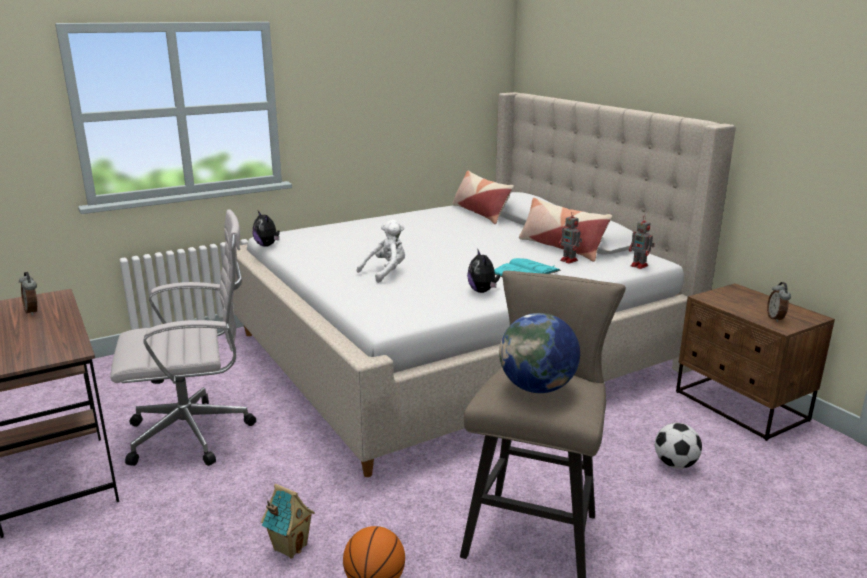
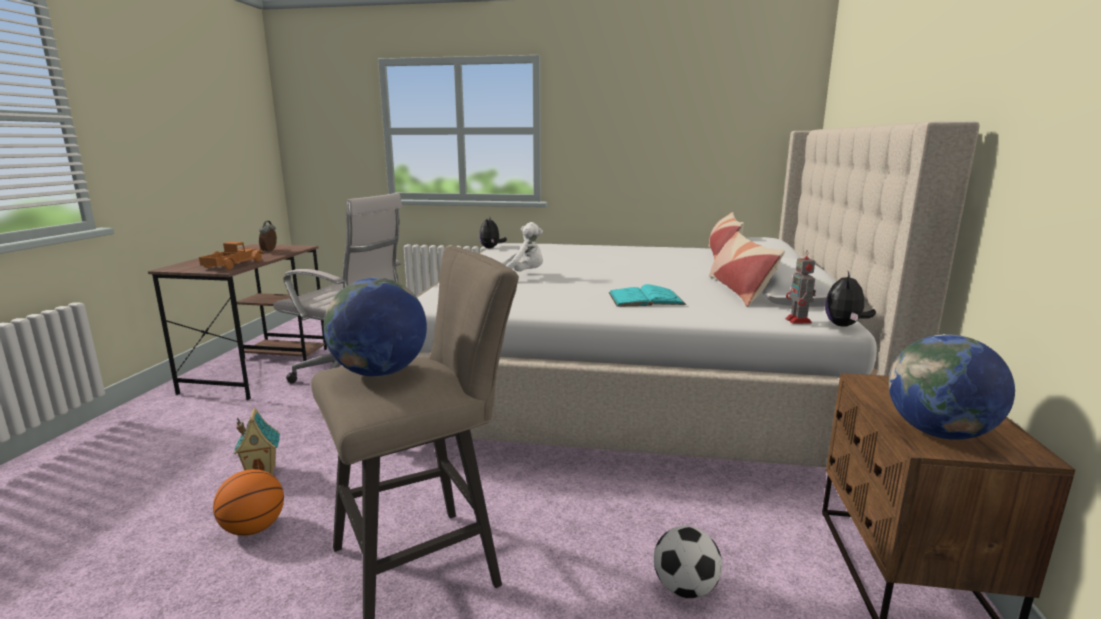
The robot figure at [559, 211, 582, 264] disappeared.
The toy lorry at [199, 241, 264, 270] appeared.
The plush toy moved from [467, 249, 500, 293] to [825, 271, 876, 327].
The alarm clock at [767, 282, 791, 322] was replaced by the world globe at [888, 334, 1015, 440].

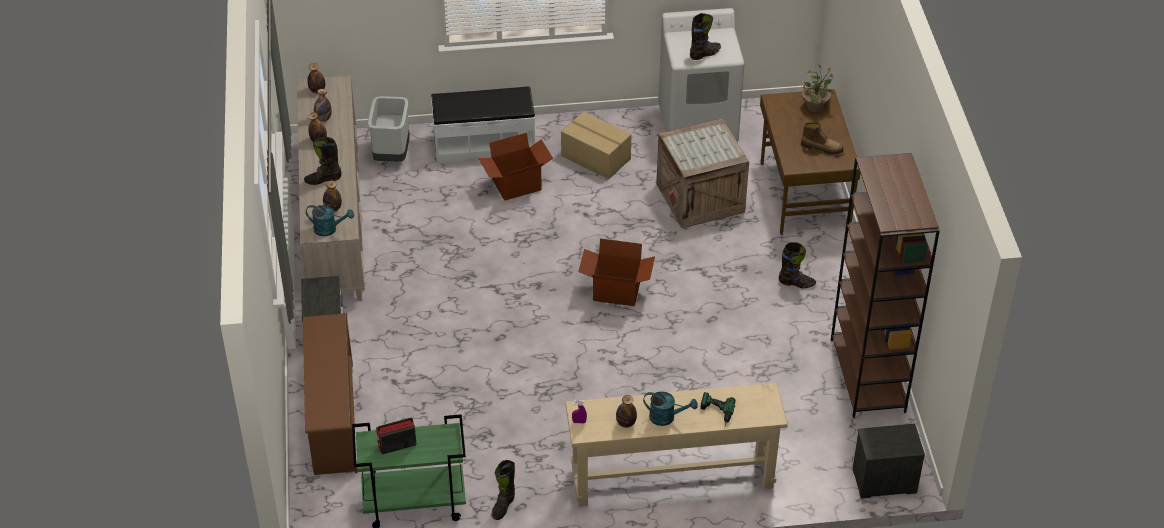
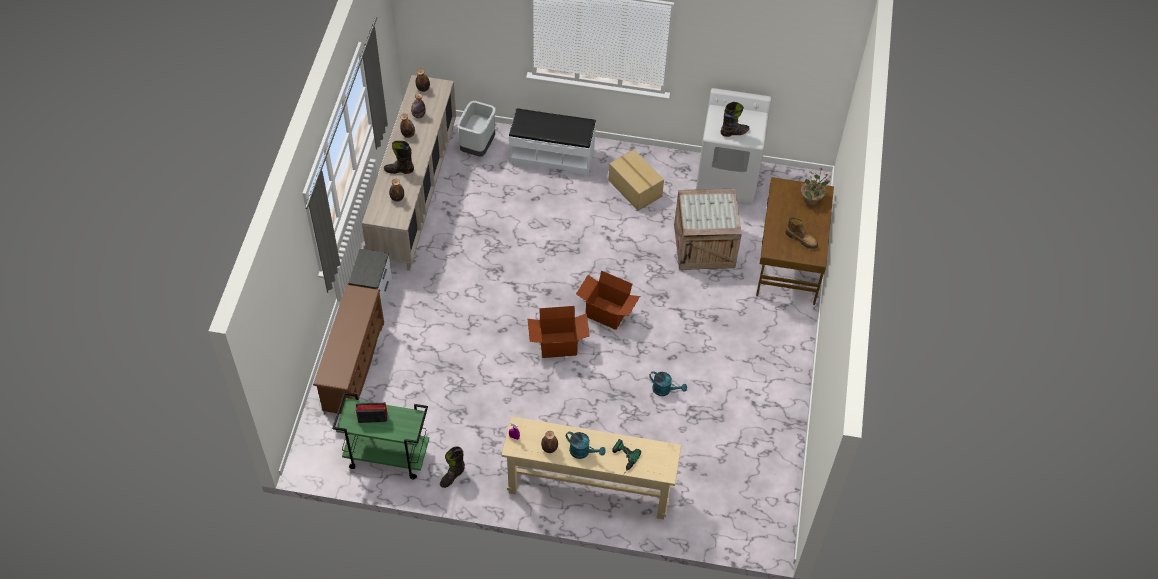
The high-top boot/black at [779, 242, 816, 288] disappeared.
The bookshelf/brown at [831, 153, 940, 418] disappeared.
The bedside table at [852, 423, 925, 499] disappeared.
The watering pot/turquoise-coloured moved from [306, 205, 354, 236] to [649, 371, 687, 396].
The carton moved from [478, 133, 553, 201] to [527, 306, 590, 358].

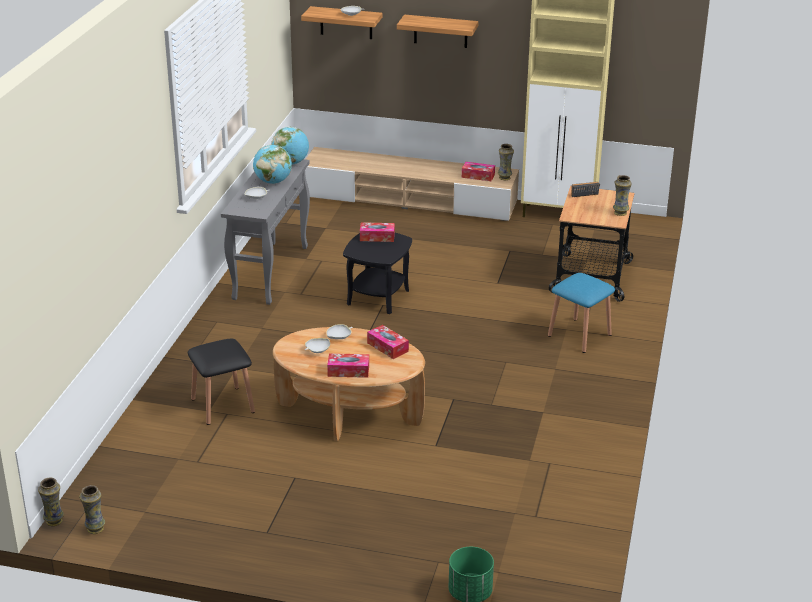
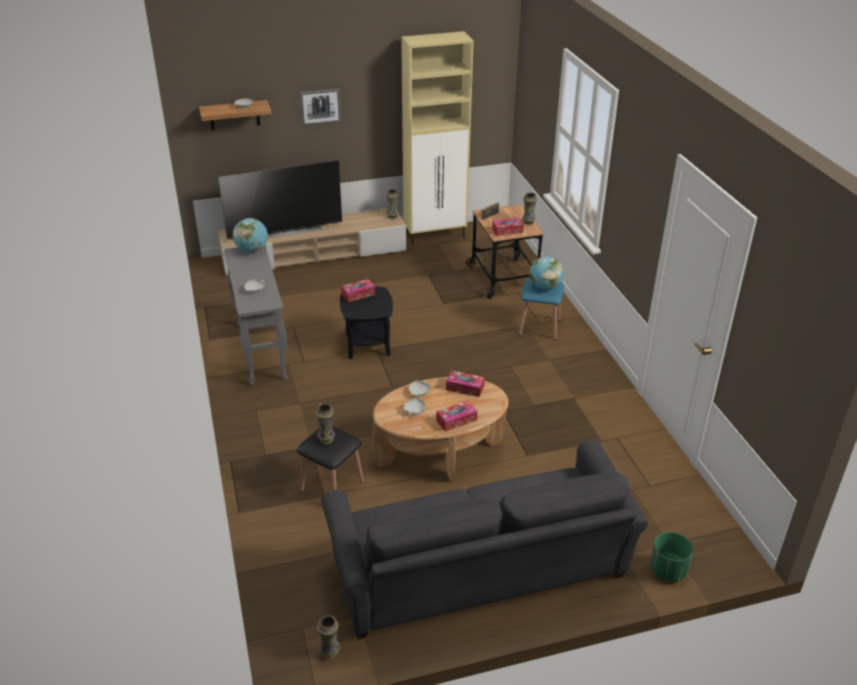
The TV at [218, 160, 342, 240] appeared.
The sofa/gray at [321, 439, 648, 640] appeared.
The decorative vase moved from [38, 477, 64, 526] to [316, 403, 335, 444].
The world globe moved from [253, 145, 292, 184] to [530, 256, 563, 290].
The box of tissues moved from [462, 162, 495, 181] to [492, 218, 524, 236].
The shelf at [397, 15, 479, 48] was replaced by the wall art at [300, 88, 341, 126].

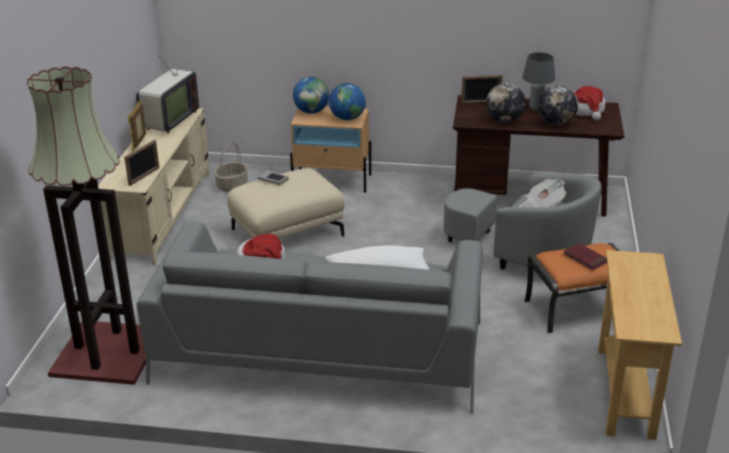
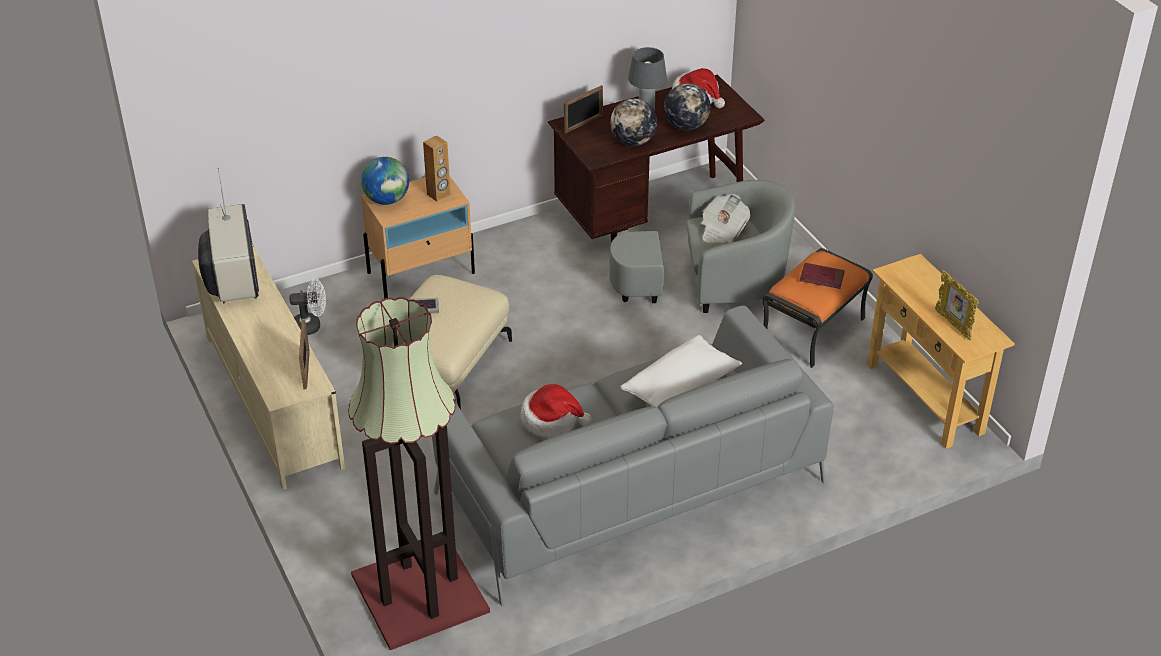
The standing frame moved from [128, 100, 146, 151] to [935, 270, 979, 341].
The household basket at [214, 142, 248, 192] was replaced by the fan/white at [289, 279, 326, 335].
The world globe at [329, 83, 366, 120] was replaced by the audio speaker/brown at [423, 136, 451, 202].

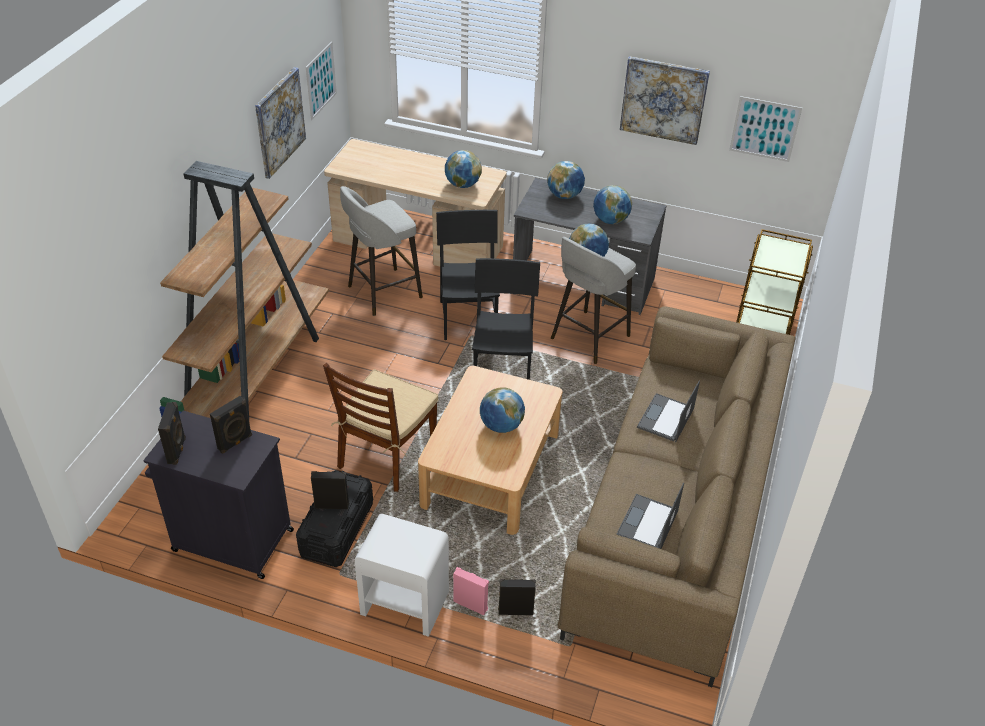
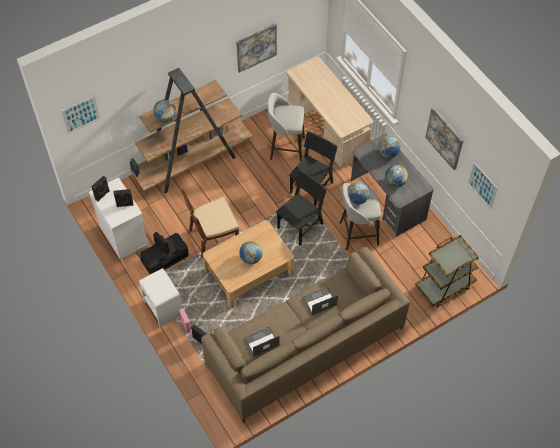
The wall art moved from [306, 42, 337, 120] to [61, 96, 100, 134].
The world globe moved from [445, 150, 482, 188] to [153, 100, 176, 123].
The storage cabinet/black at [143, 411, 294, 579] became the storage cabinet/white at [89, 177, 149, 262].

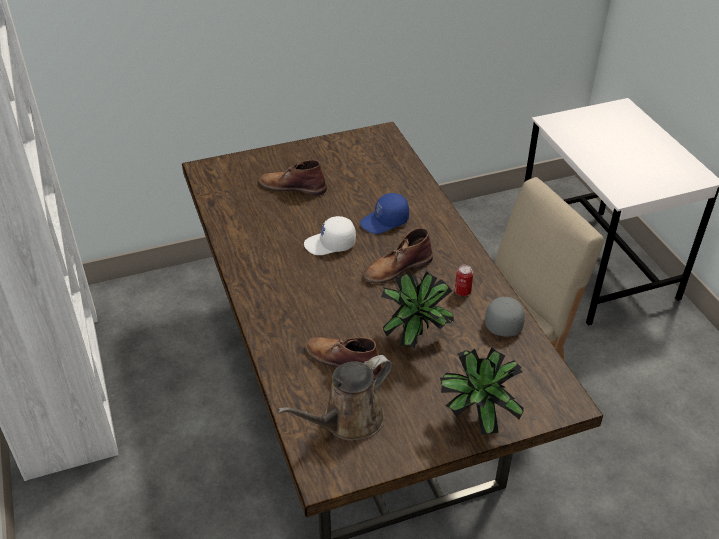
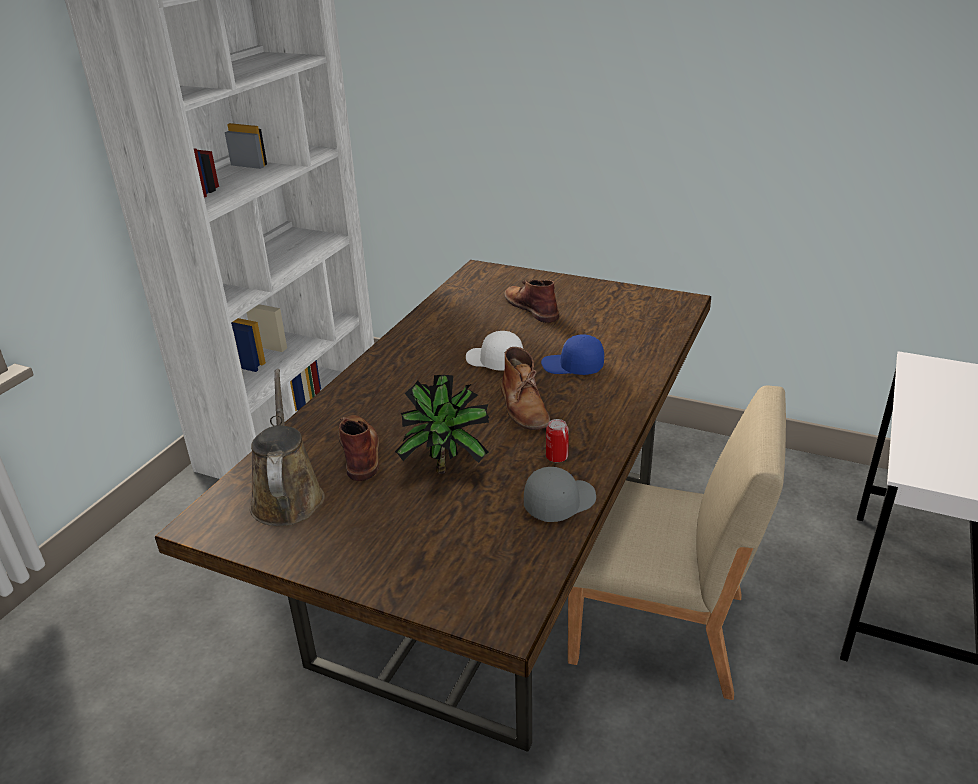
The houseplant at [440, 347, 524, 435] disappeared.
The watering pot/brown at [278, 355, 392, 441] turned 75 degrees clockwise.
The high-top boot/brown at [363, 228, 433, 283] turned 120 degrees counterclockwise.

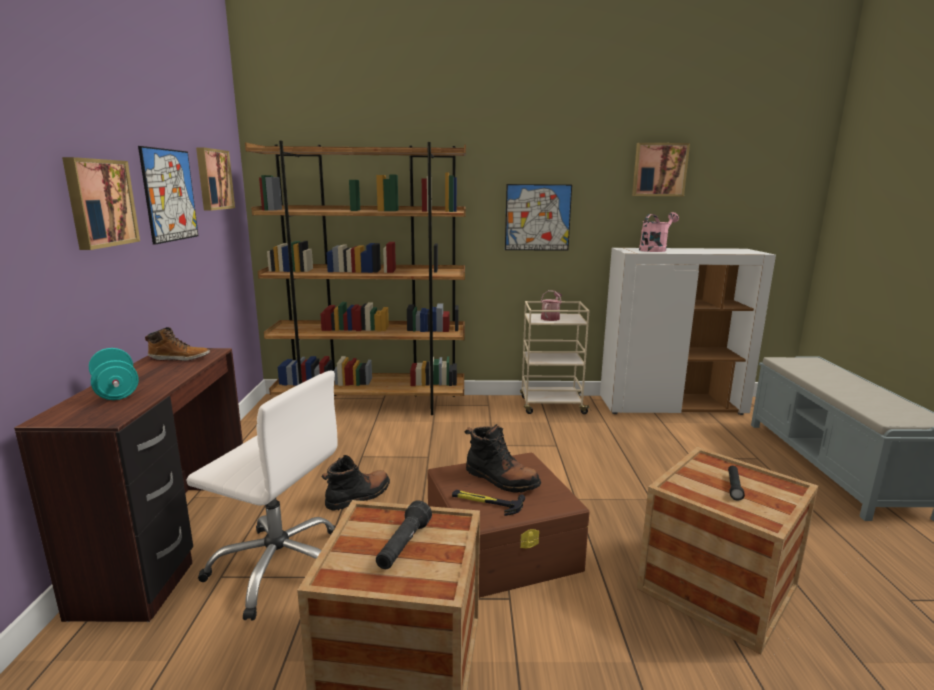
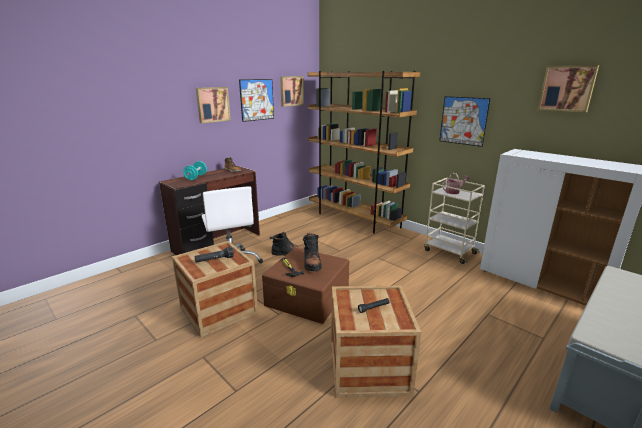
The watering pot/pink-coloured at [639, 212, 679, 252] disappeared.

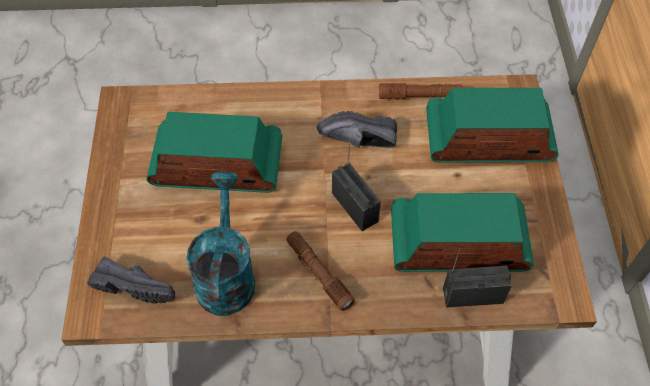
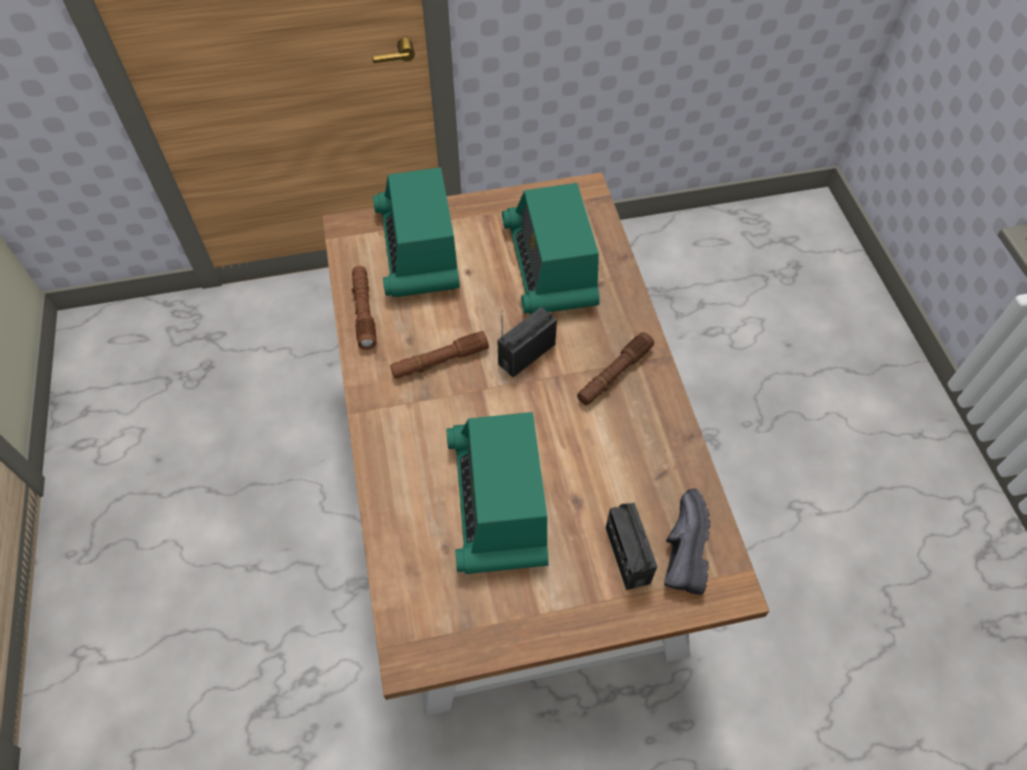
The watering pot/turquoise-coloured at [186, 172, 255, 316] disappeared.
The radio receiver moved from [443, 249, 512, 308] to [606, 503, 657, 590].
The low shoe/black at [317, 111, 397, 148] was replaced by the hand torch/brown at [390, 331, 489, 378].

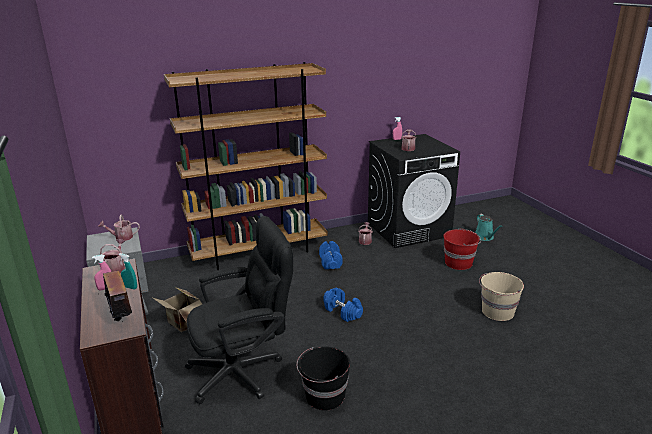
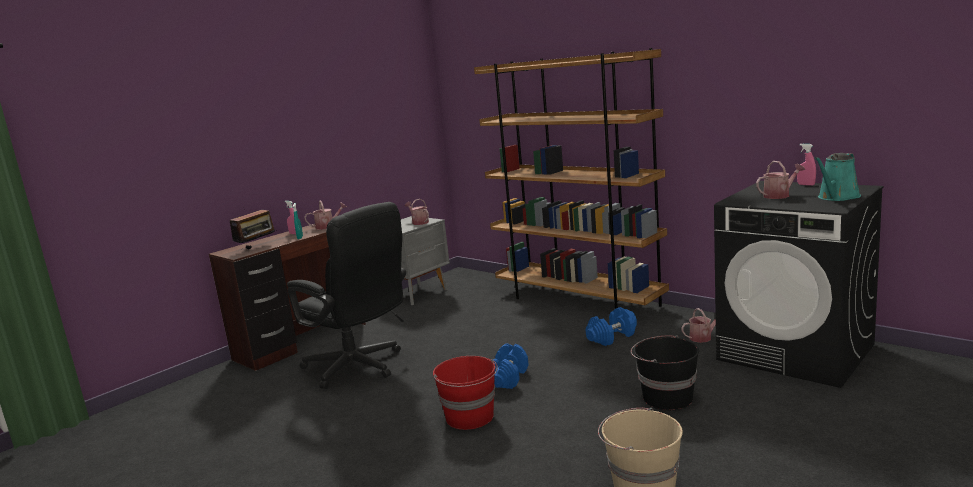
The carton at [153, 287, 202, 332] disappeared.
The bucket/black moved from [297, 346, 350, 411] to [631, 335, 699, 410].
The bucket/red moved from [443, 228, 481, 270] to [433, 356, 498, 430].
The watering pot/turquoise-coloured moved from [475, 214, 503, 241] to [815, 153, 861, 201].

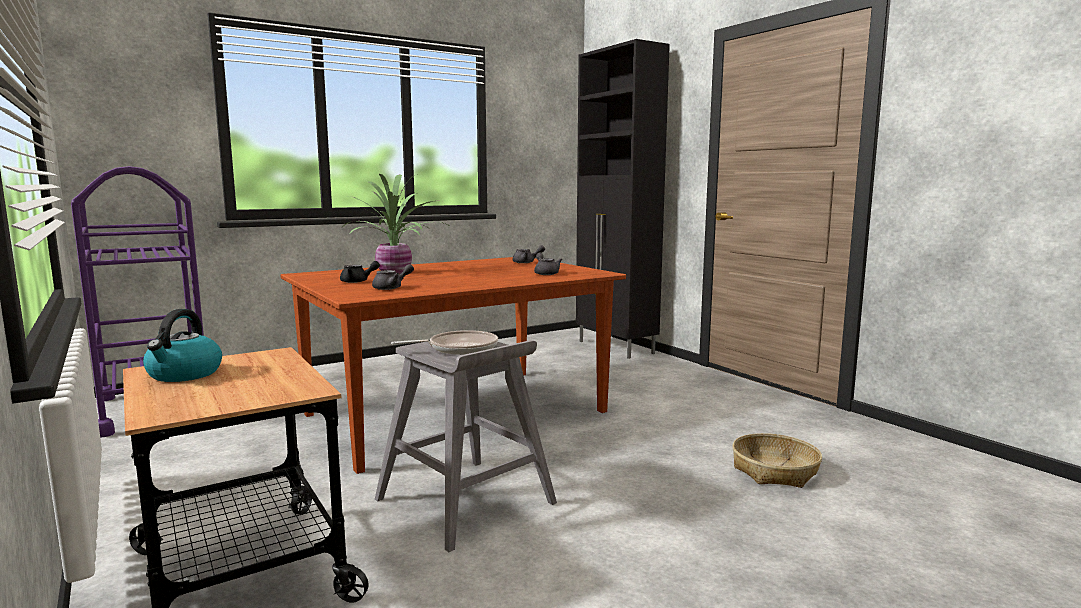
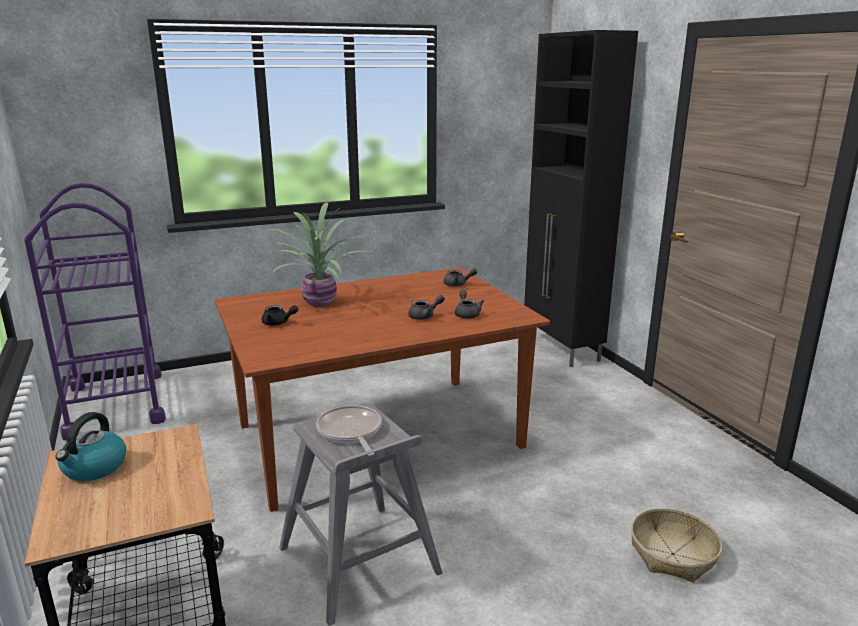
The tea pot/gray moved from [372, 264, 414, 290] to [408, 295, 445, 320].
The frying pan at [391, 330, 498, 355] turned 105 degrees counterclockwise.

